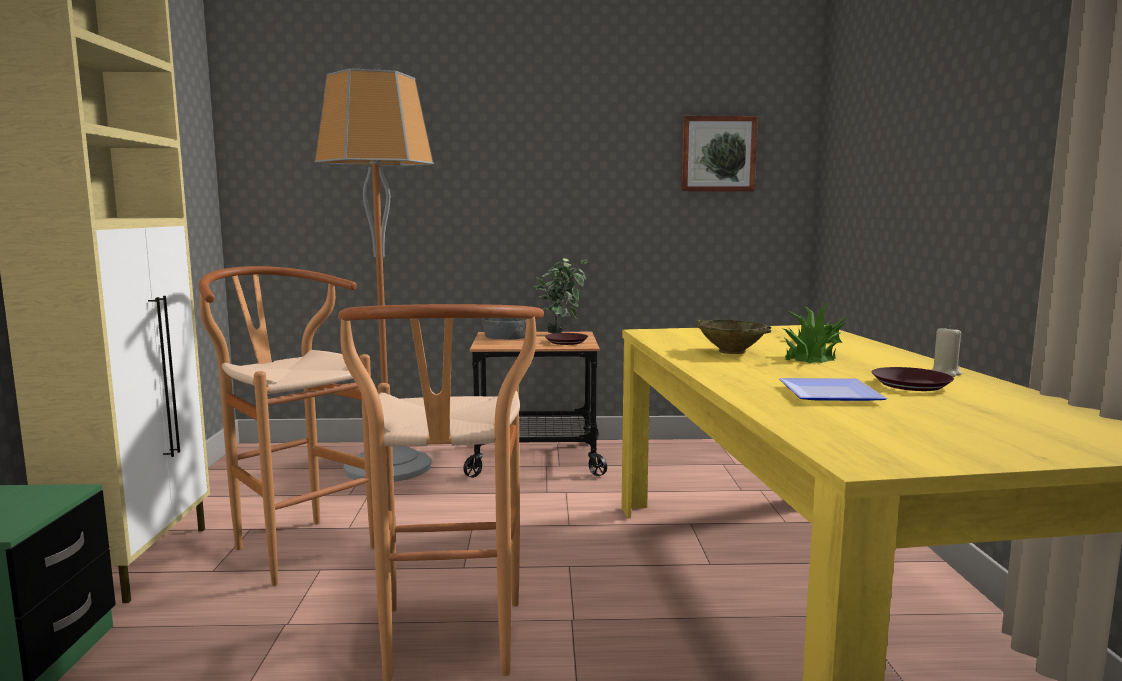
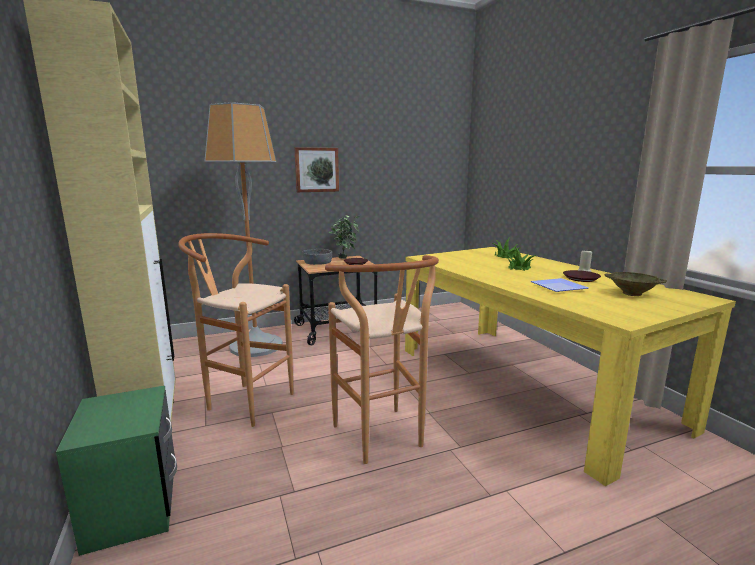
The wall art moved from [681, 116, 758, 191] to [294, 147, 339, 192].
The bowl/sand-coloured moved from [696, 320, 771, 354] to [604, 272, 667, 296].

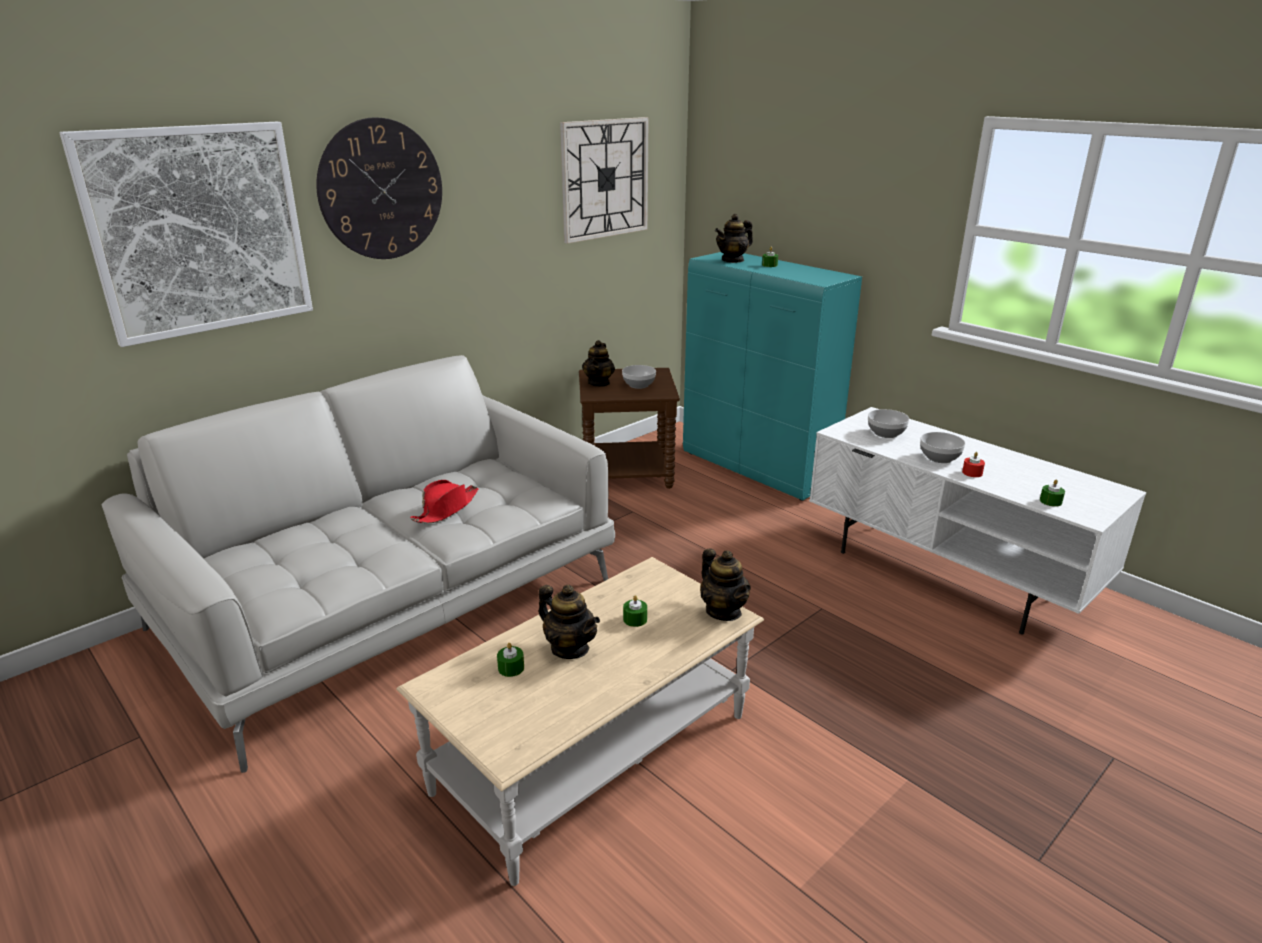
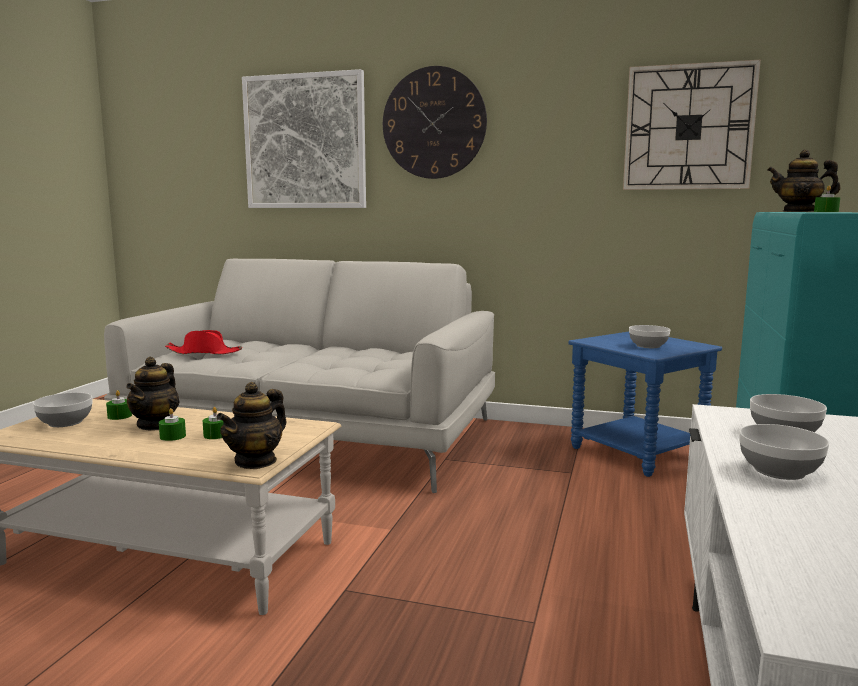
The tea pot at [582, 340, 615, 387] disappeared.
The wax candle/red at [962, 452, 985, 477] disappeared.
The bowl at [33, 392, 93, 427] appeared.
The clothing hat/red moved from [410, 480, 479, 523] to [165, 330, 242, 354].
The wax candle/green moved from [1040, 479, 1065, 507] to [159, 408, 186, 441].
The accent table/brown at [579, 368, 680, 489] became the accent table/bluish at [568, 332, 722, 477].

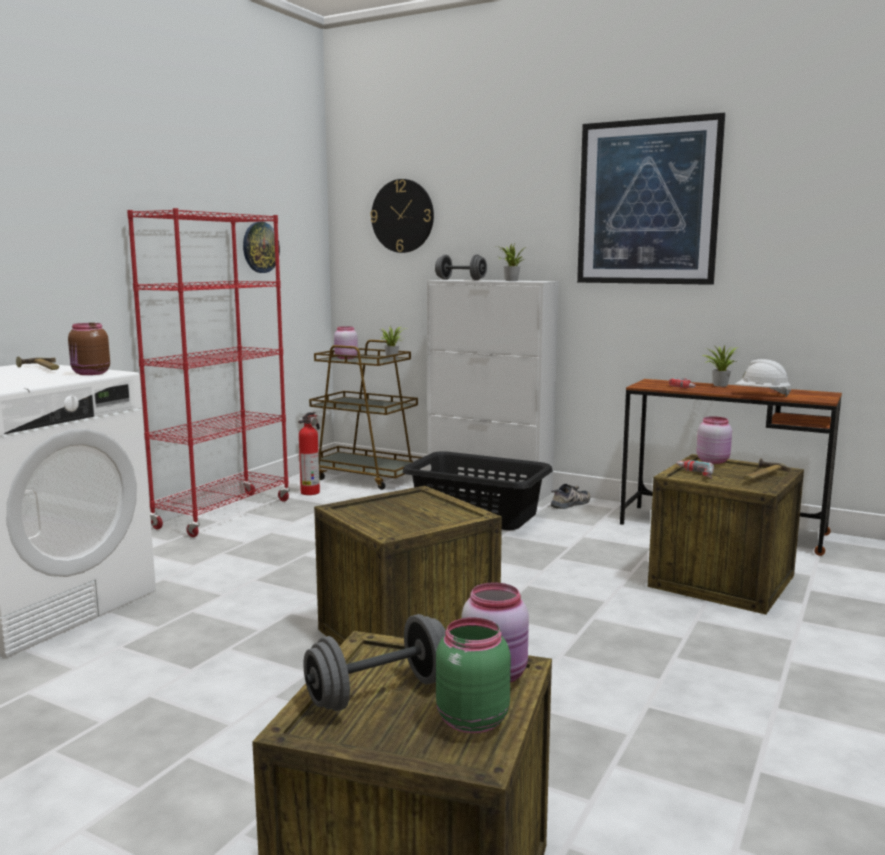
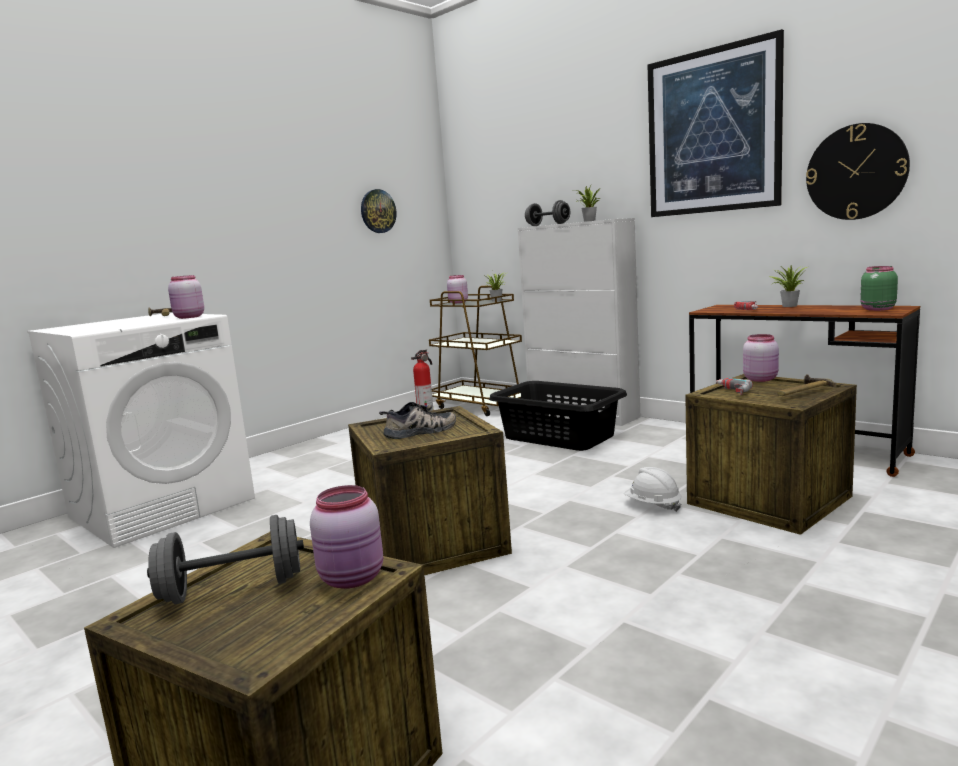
The bookshelf/red at [127, 208, 290, 537] disappeared.
The hanging clock moved from [370, 179, 434, 253] to [806, 123, 910, 220].
The jar/green moved from [436, 617, 511, 733] to [860, 266, 898, 311].
The low shoe moved from [551, 484, 590, 509] to [379, 402, 456, 439].
The safety helmet/white moved from [735, 359, 791, 397] to [624, 467, 681, 512].
The jar/brown at [68, 323, 110, 375] became the jar/pink-coloured at [168, 275, 204, 319].

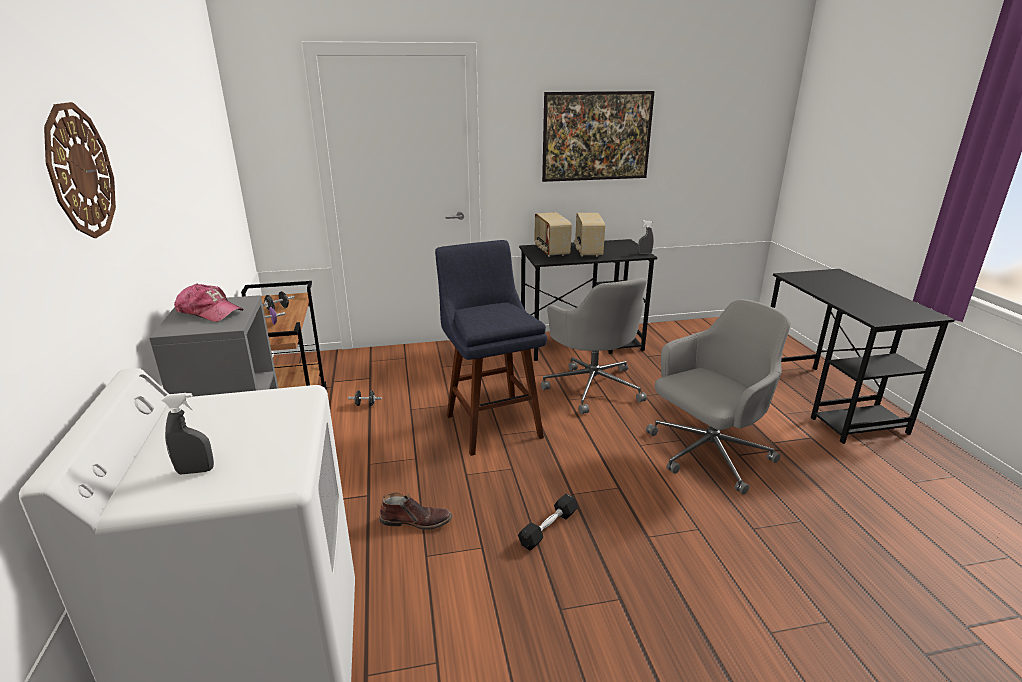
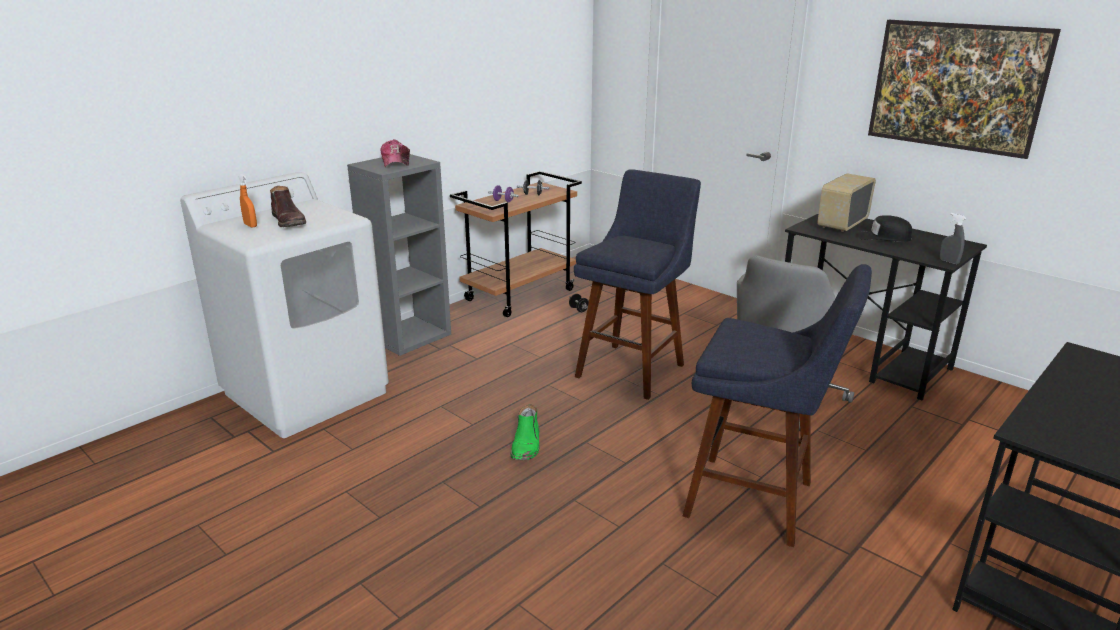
The hanging clock at [44, 102, 116, 238] disappeared.
The high-top boot/brown moved from [379, 493, 452, 530] to [270, 186, 306, 227].
The hand weight/black at [518, 494, 578, 551] was replaced by the high-top boot/green at [511, 404, 540, 460].
The radio receiver at [574, 213, 605, 257] was replaced by the cap/black at [857, 215, 912, 242].
The computer chair/gray at [646, 299, 791, 495] was replaced by the stool/bluish at [683, 264, 872, 547].
The spray bottle/gray at [161, 393, 214, 475] became the spray bottle/orange-coloured at [238, 174, 257, 228].

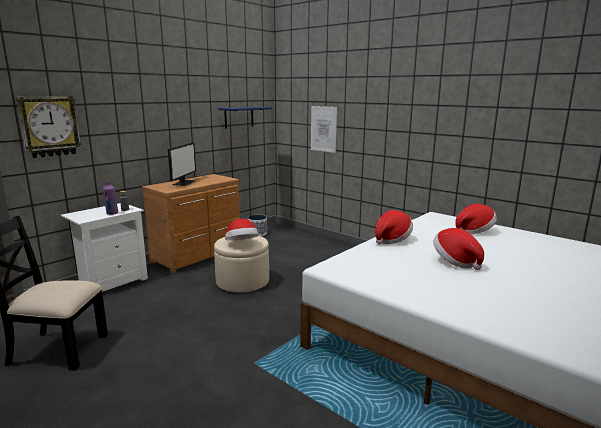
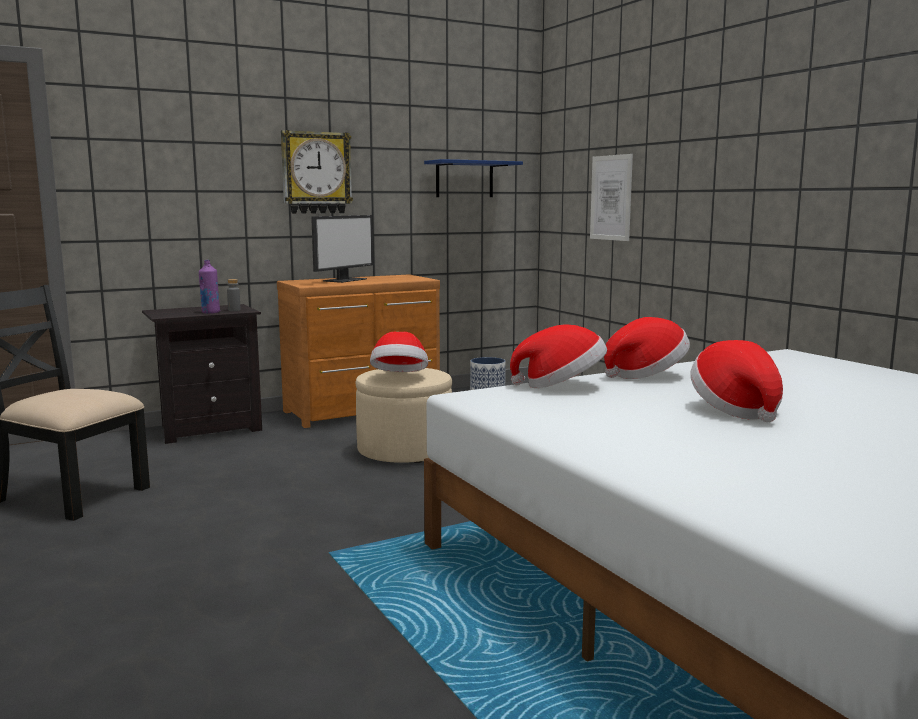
The hanging clock moved from [16, 96, 82, 158] to [281, 130, 353, 214].
The clothing hat moved from [455, 204, 497, 234] to [510, 324, 607, 388].
The bedside table/white at [61, 203, 148, 292] became the bedside table/black at [142, 304, 262, 444].

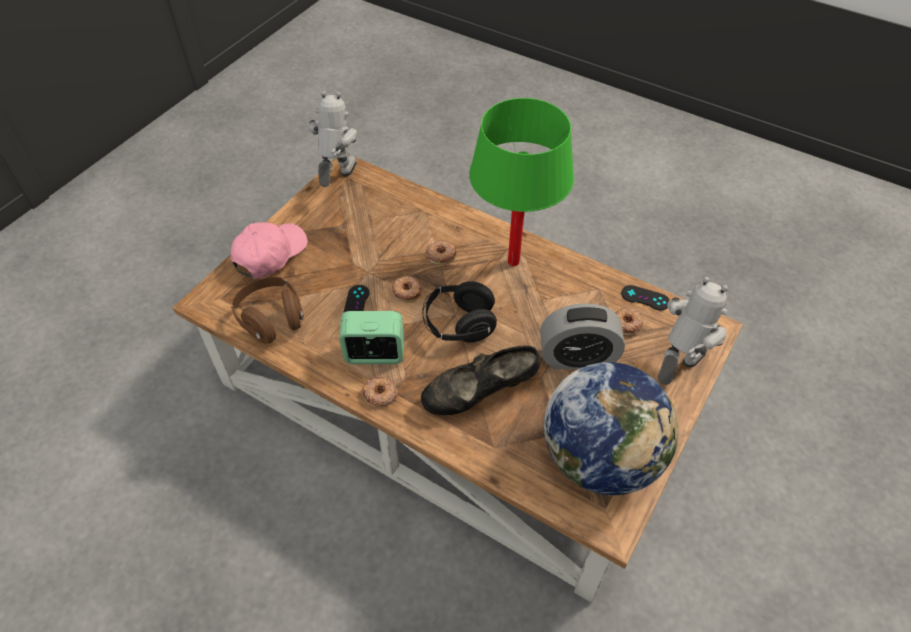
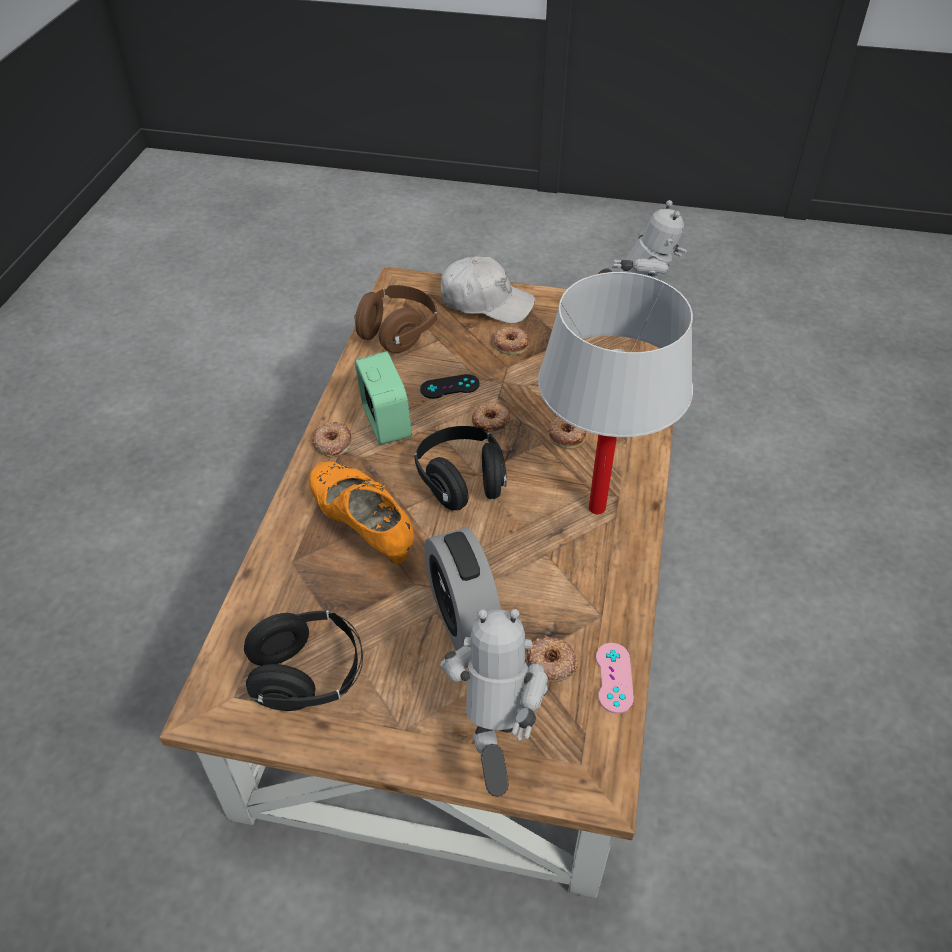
The doughnut at [493, 327, 529, 355] appeared.
The world globe at [544, 362, 679, 496] was replaced by the headset/black at [244, 611, 363, 711].
The cap/pink-coloured at [231, 222, 308, 279] became the cap/white at [440, 256, 535, 324].
The low shoe/black at [421, 346, 541, 415] became the low shoe/orange-coloured at [309, 461, 414, 564].
The table lamp/green at [469, 98, 574, 266] became the table lamp/white at [538, 272, 693, 515].
The game controller/black at [621, 285, 670, 310] became the game controller/pink-coloured at [596, 643, 634, 714].
The robot figure at [658, 277, 728, 385] turned 105 degrees counterclockwise.

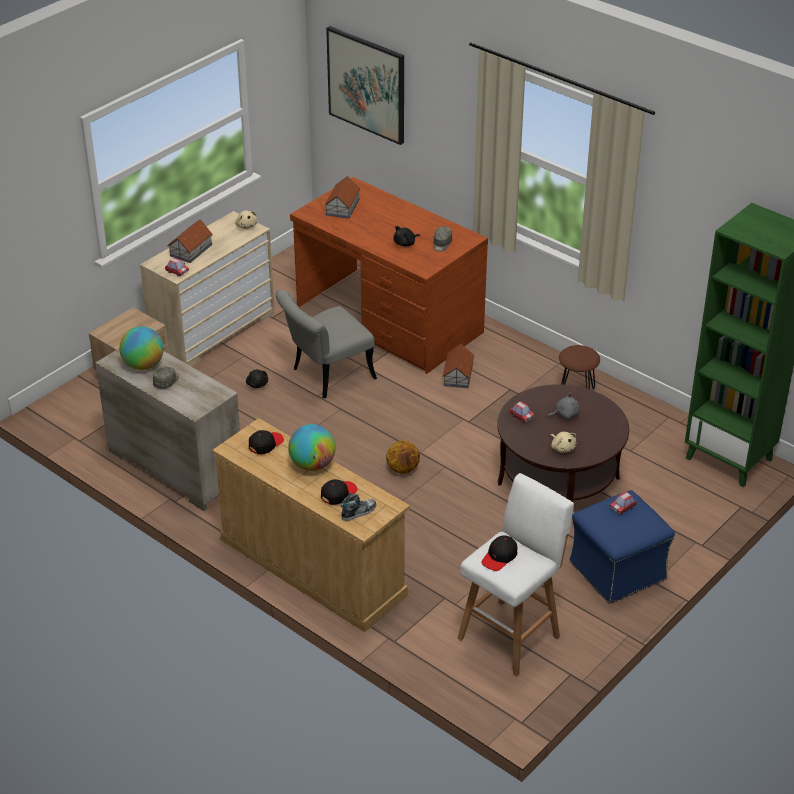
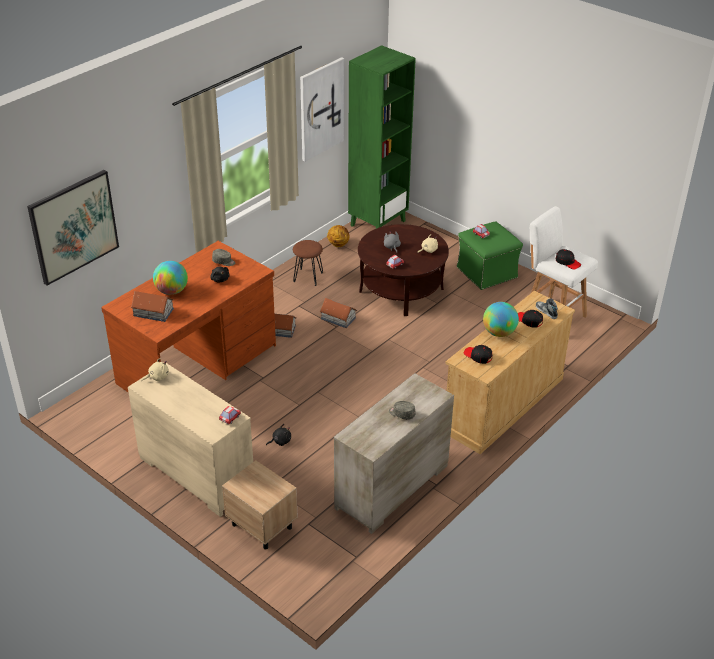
The upright chair/gray at [276, 289, 377, 398] disappeared.
The wall art at [300, 57, 345, 162] appeared.
The world globe moved from [120, 326, 164, 370] to [153, 261, 188, 295].
The miniature house moved from [167, 219, 213, 263] to [320, 298, 357, 328].
The basketball ball moved from [386, 440, 420, 474] to [327, 225, 349, 247].
The pouffe/bluish at [570, 490, 675, 604] became the pouffe/green at [456, 221, 523, 290].

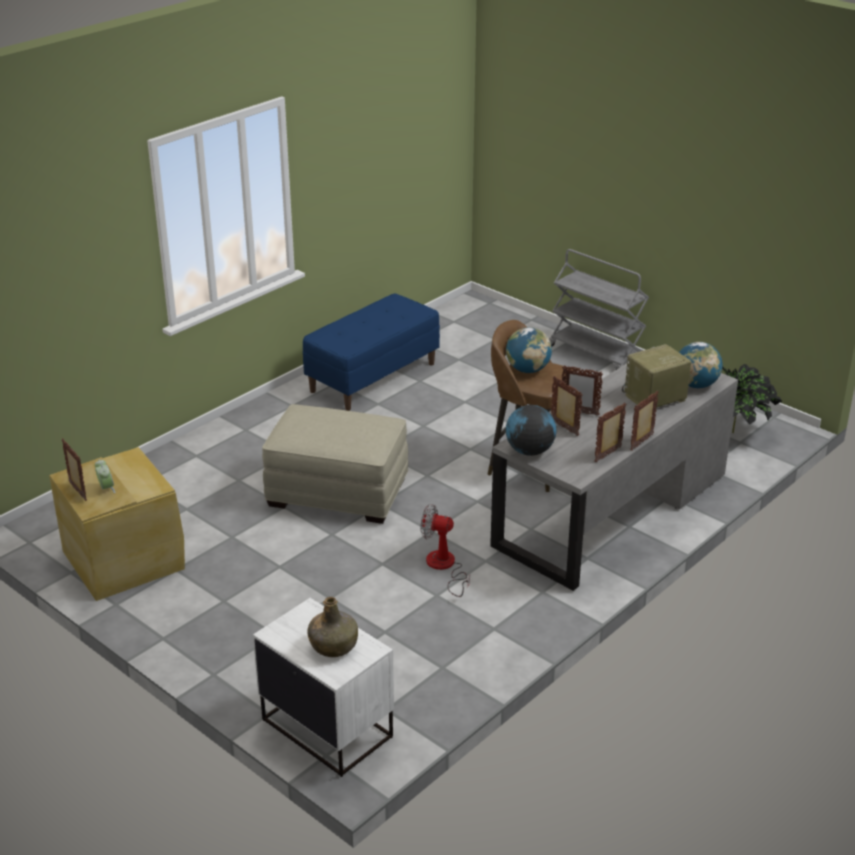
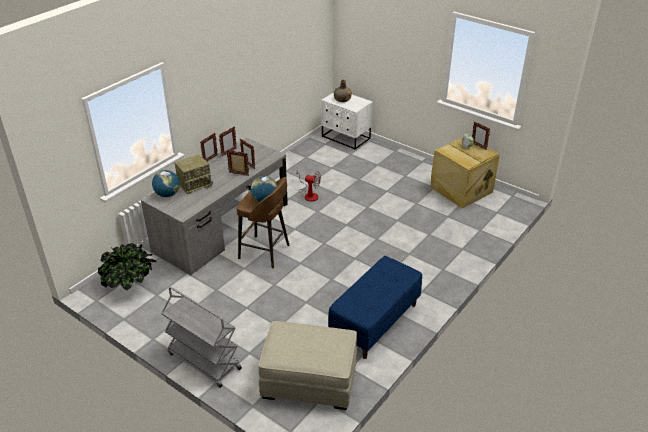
The world globe at [506, 405, 556, 456] disappeared.
The pouffe/sand-coloured moved from [262, 404, 408, 524] to [258, 321, 357, 410].

